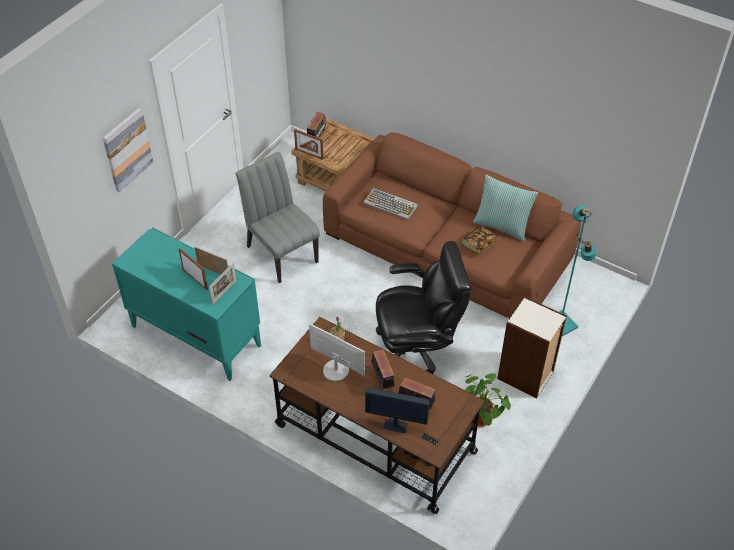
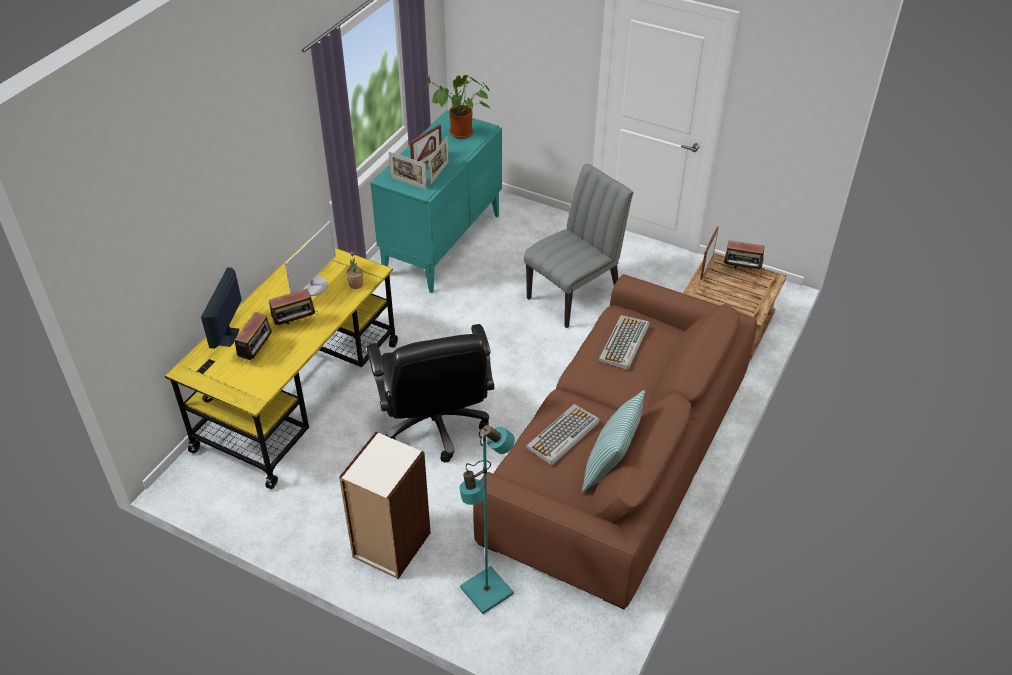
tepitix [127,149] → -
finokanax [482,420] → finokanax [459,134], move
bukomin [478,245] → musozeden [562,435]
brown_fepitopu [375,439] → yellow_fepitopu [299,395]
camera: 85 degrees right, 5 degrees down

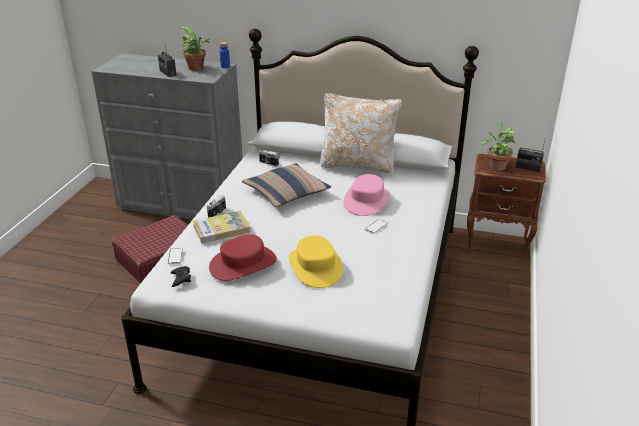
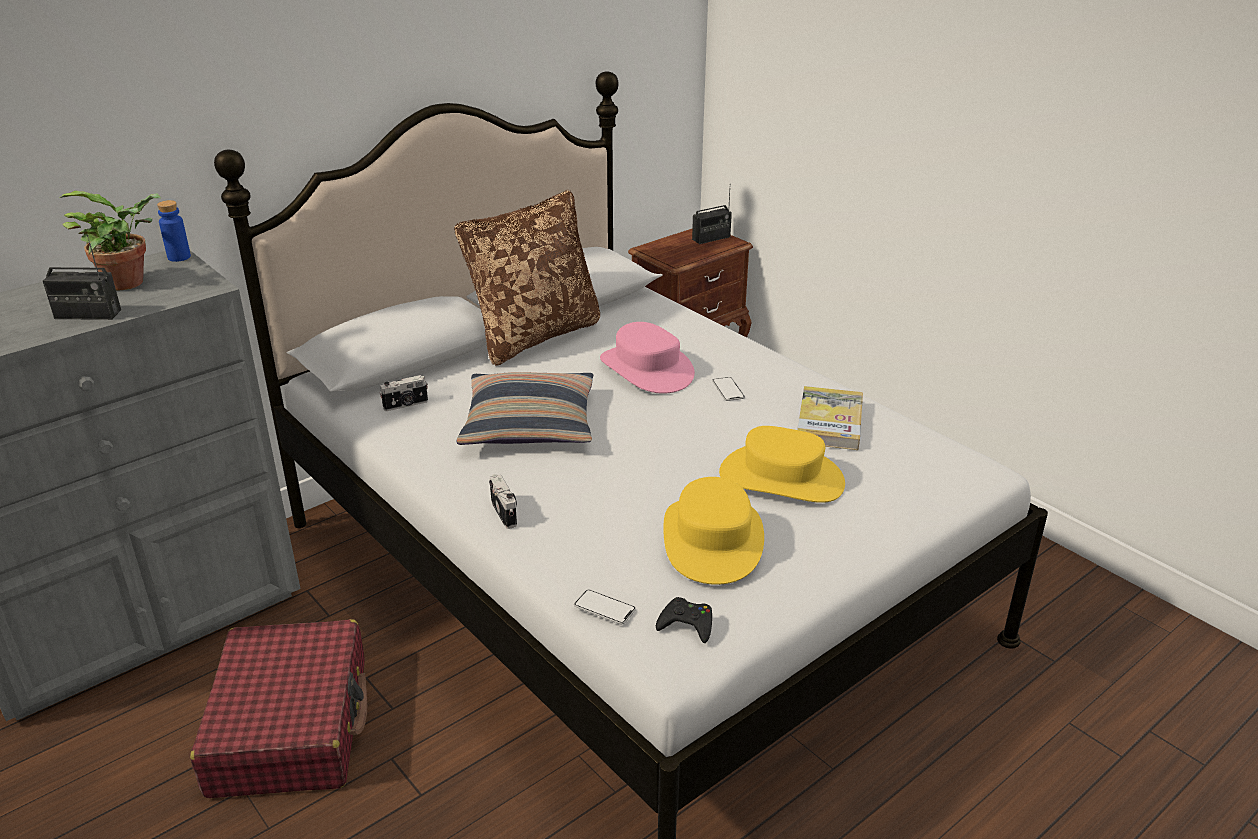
finokanax [496,166] → -
bukomin [221,229] → bukomin [829,422], move
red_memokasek [243,264] → yellow_memokasek [713,540]
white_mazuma [358,167] → brown_mazuma [537,338]
camera: 55 degrees left, 0 degrees up

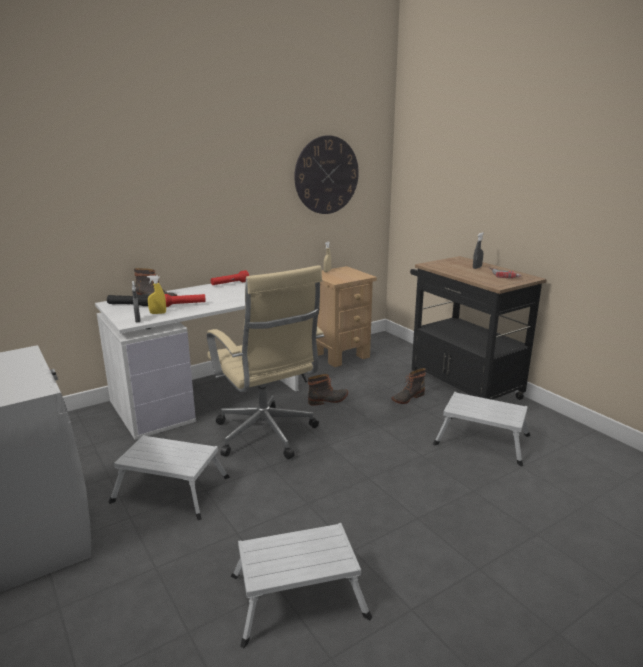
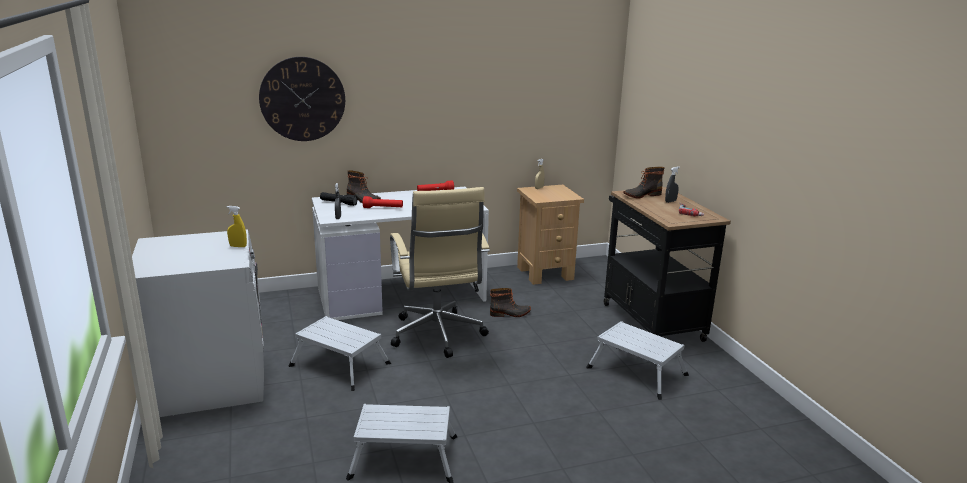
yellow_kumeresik [158,313] → yellow_kumeresik [238,246], move
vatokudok [326,175] → vatokudok [302,99], move
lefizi [407,398] → lefizi [641,195], move
camera: 15 degrees right, 0 degrees up

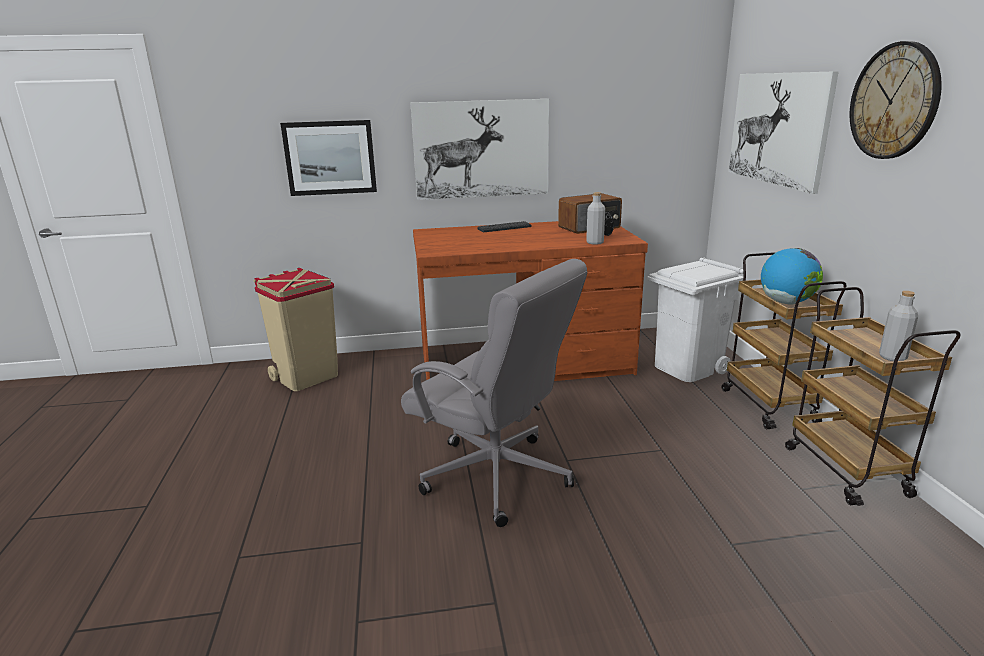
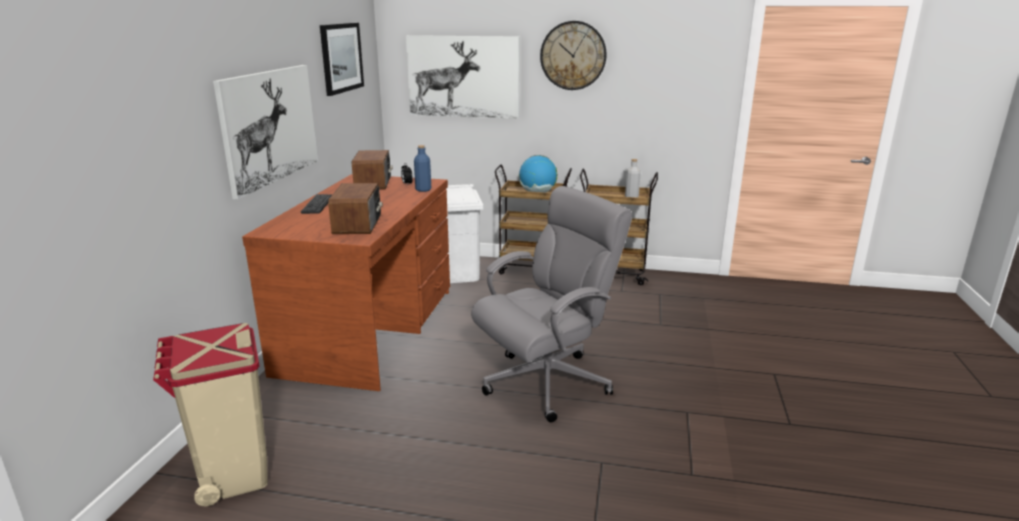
- → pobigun [358,224]
tepitix [330,158] → tepitix [341,57], move
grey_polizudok [595,242] → blue_polizudok [423,190]
camera: 70 degrees left, 0 degrees up

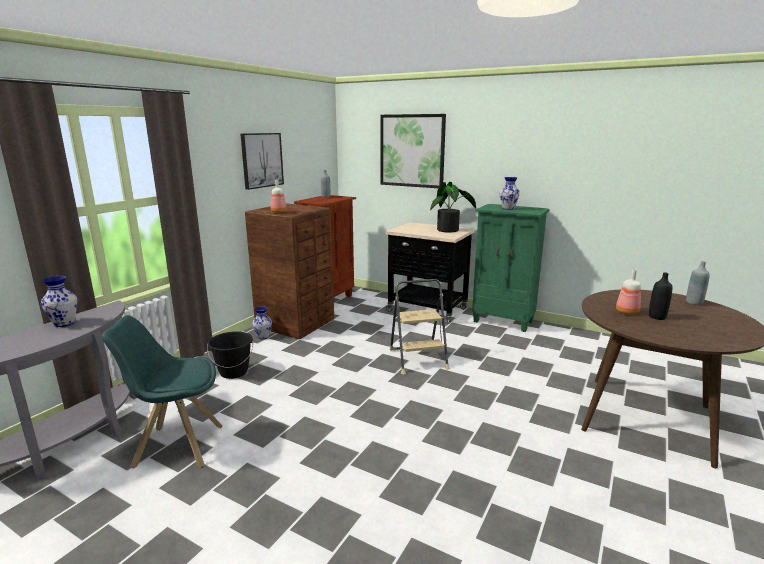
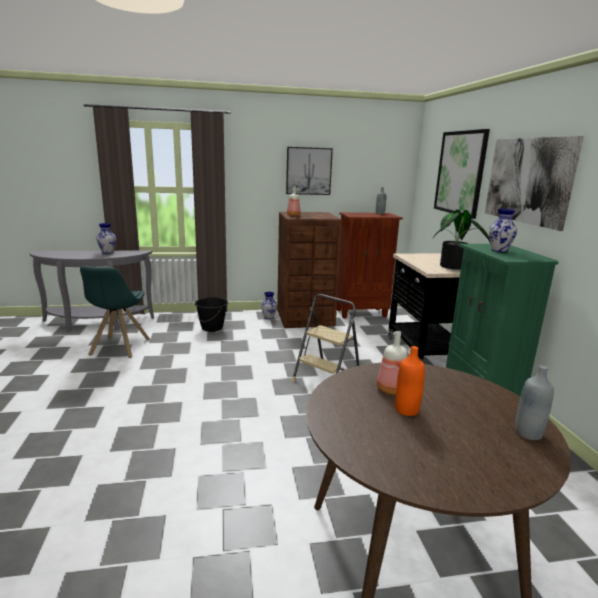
- → tepitix [527,180]
black_polizudok [657,317] → orange_polizudok [406,410]
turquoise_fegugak [178,446] → turquoise_fegugak [119,347], 135 degrees counterclockwise
camera: 50 degrees right, 0 degrees up

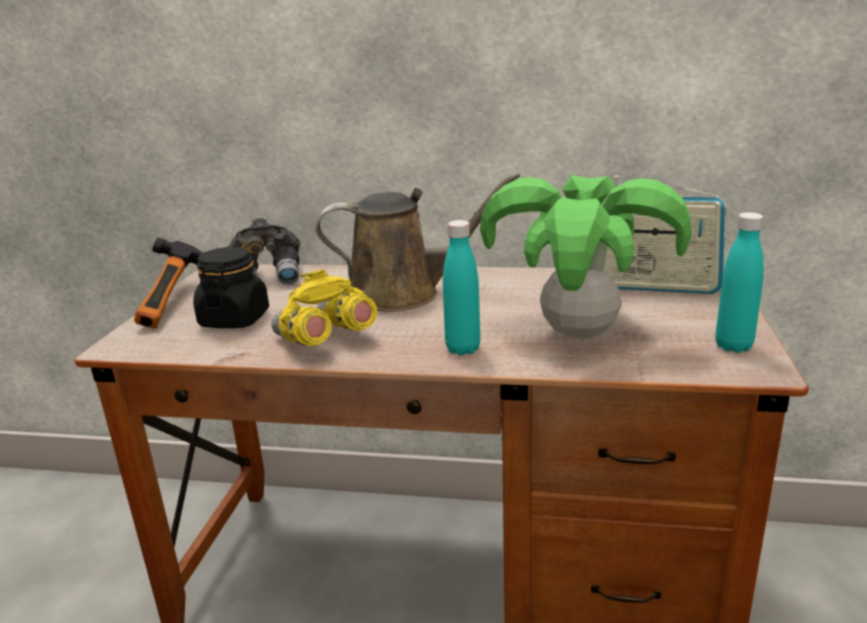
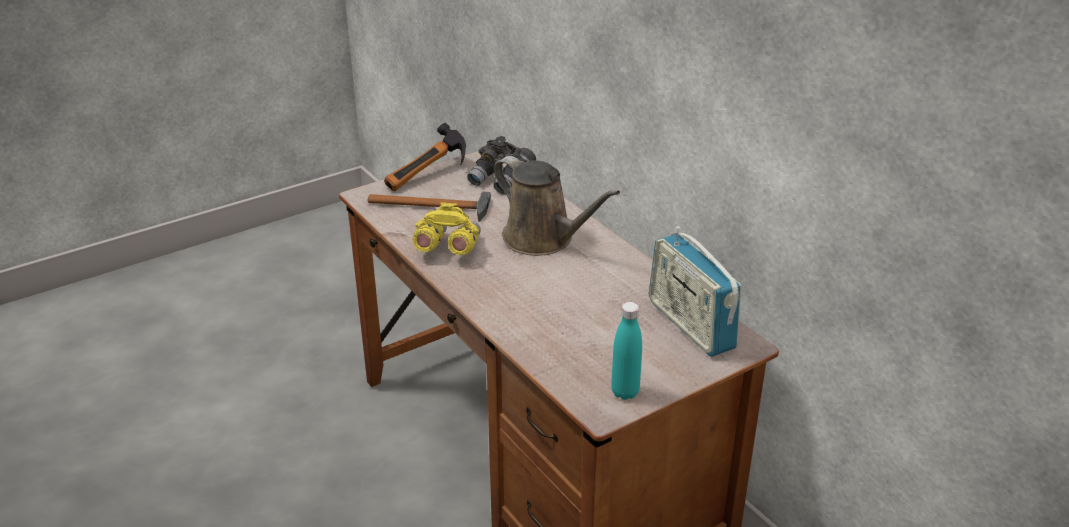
turquoise_polizudok [463,349] → -
finokanax [579,332] → -
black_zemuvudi [235,319] → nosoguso [435,207]
camera: 45 degrees right, 10 degrees up

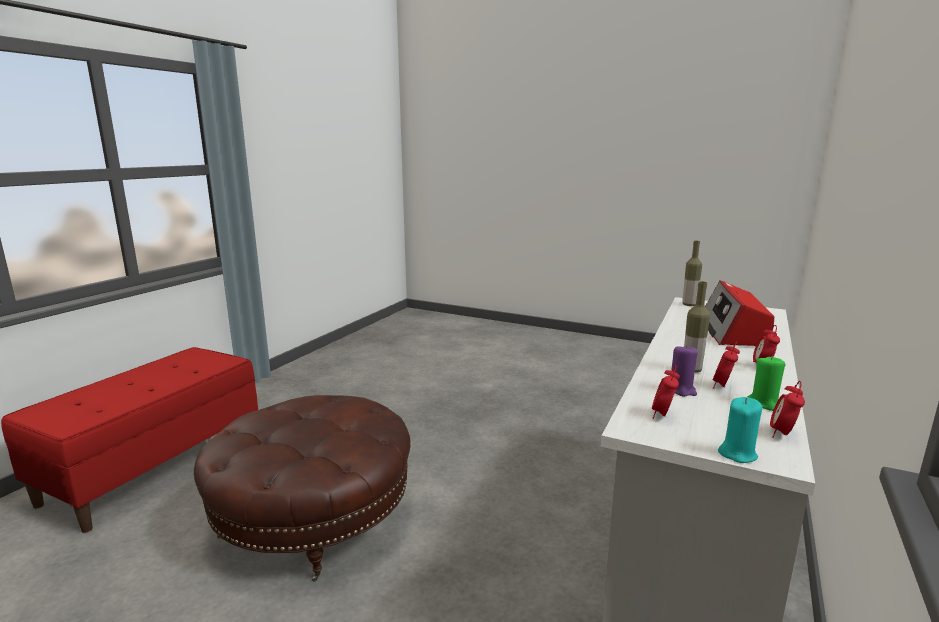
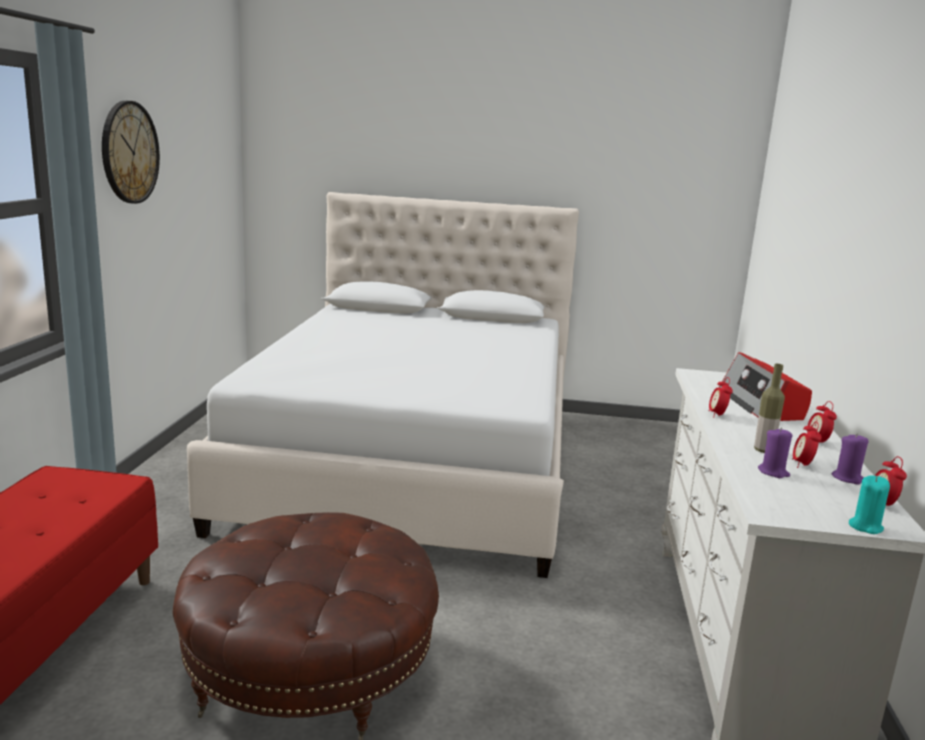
polizudok [689,305] → -
- → vatokudok [129,152]
- → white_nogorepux [413,462]
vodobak [662,415] → vodobak [717,415], move
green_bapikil [764,404] → purple_bapikil [848,478]
camera: 20 degrees left, 0 degrees up

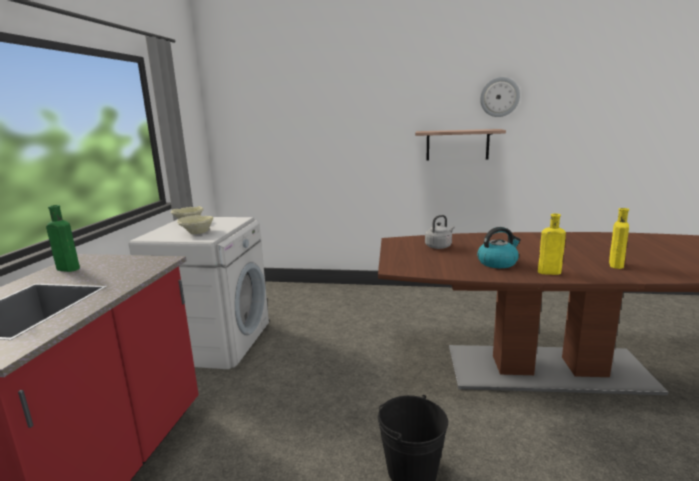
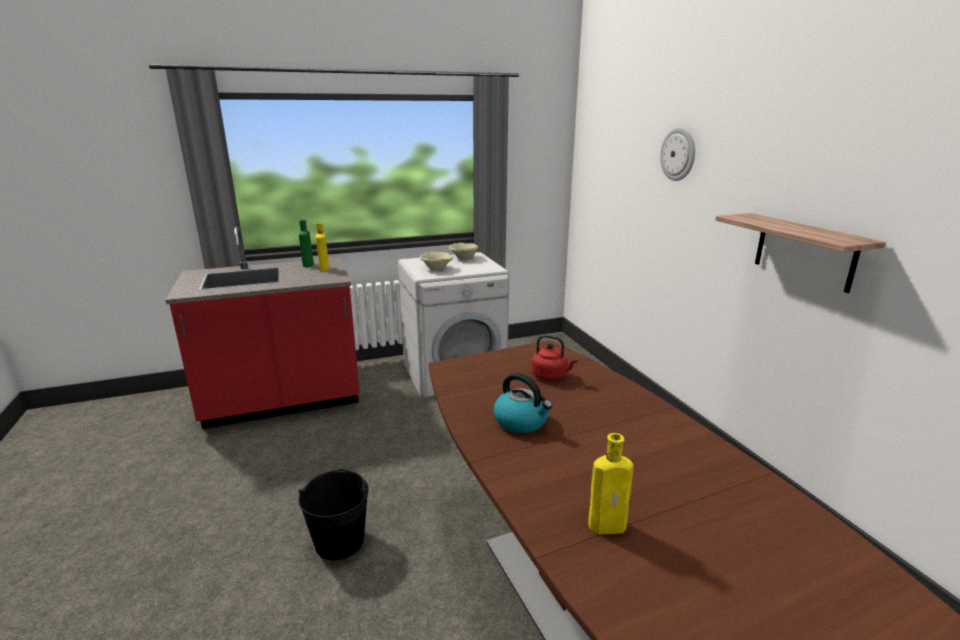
vatokudok [499,97] → vatokudok [678,154], move
yellow_polizudok [547,272] → yellow_polizudok [324,268], move
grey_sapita [439,246] → red_sapita [551,376]
camera: 60 degrees right, 5 degrees up

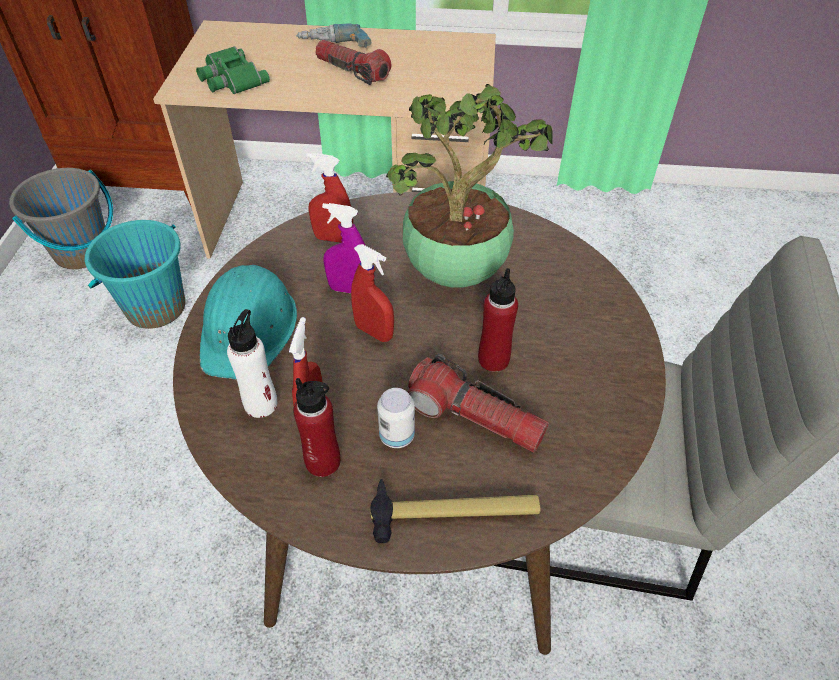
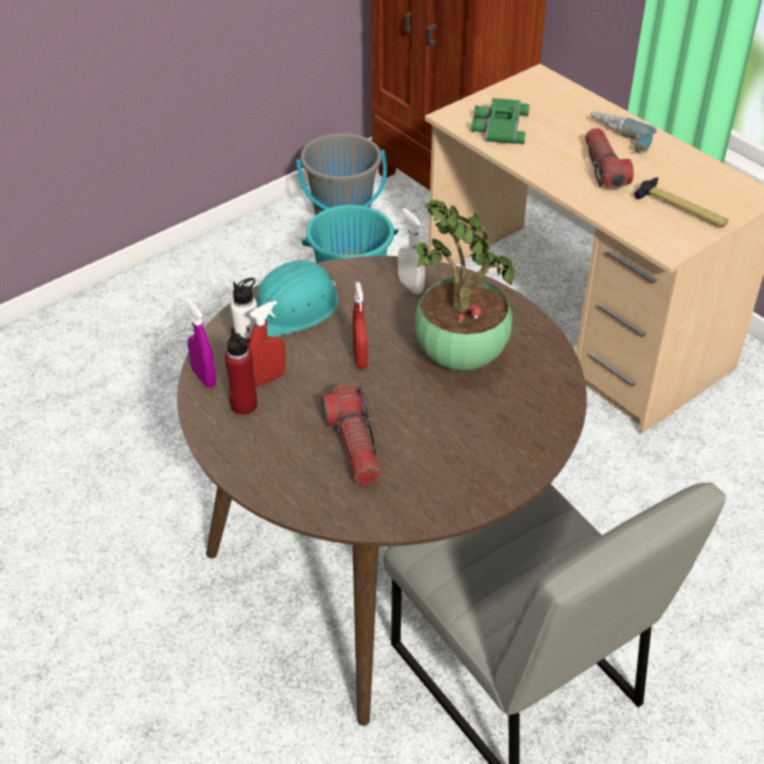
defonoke [397,436] → -
red_polizudok [493,359] → -
purple_kumeresik [349,289] → purple_kumeresik [204,377], move
nosoguso [454,512] → nosoguso [681,209], move
red_kumeresik [333,238] → white_kumeresik [410,286]
camera: 45 degrees right, 5 degrees down

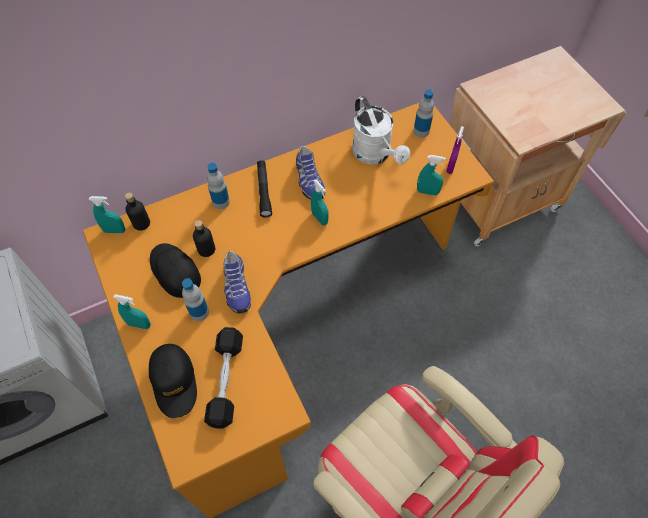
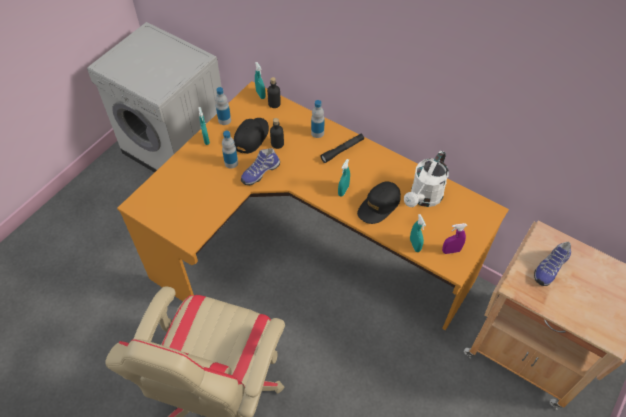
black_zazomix [226,381] → -
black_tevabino [174,382] → black_tevabino [379,206], move
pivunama [308,181] → pivunama [549,268], move
polizudok [421,131] → polizudok [224,120], move
camera: 60 degrees right, 5 degrees down

